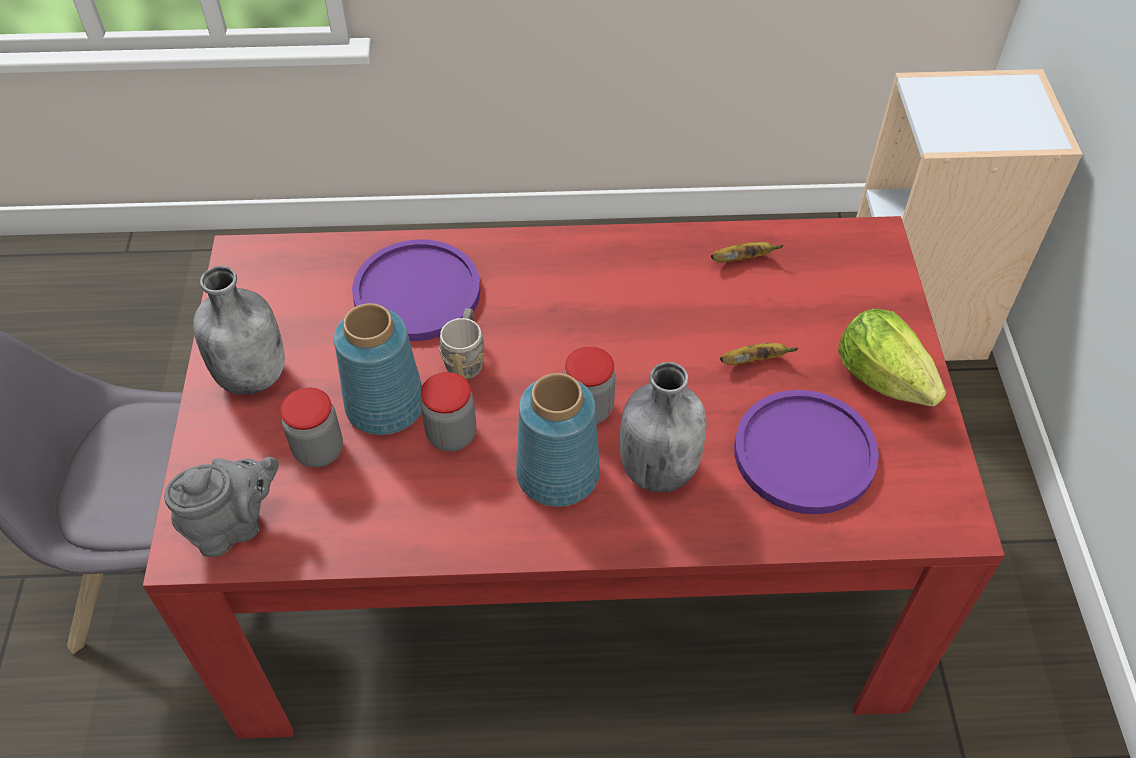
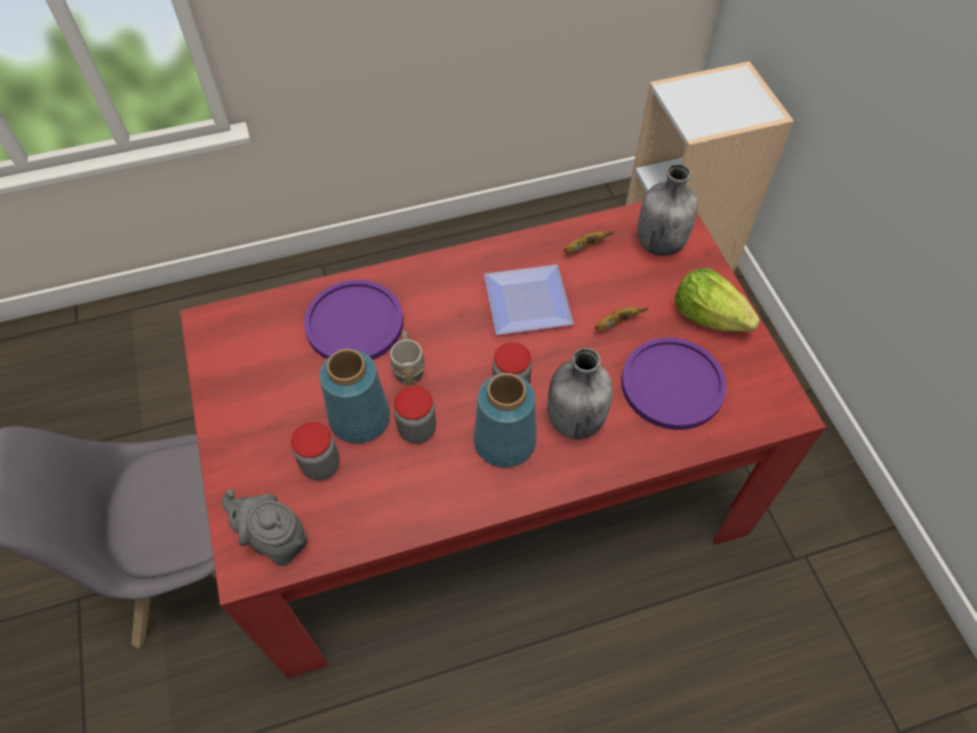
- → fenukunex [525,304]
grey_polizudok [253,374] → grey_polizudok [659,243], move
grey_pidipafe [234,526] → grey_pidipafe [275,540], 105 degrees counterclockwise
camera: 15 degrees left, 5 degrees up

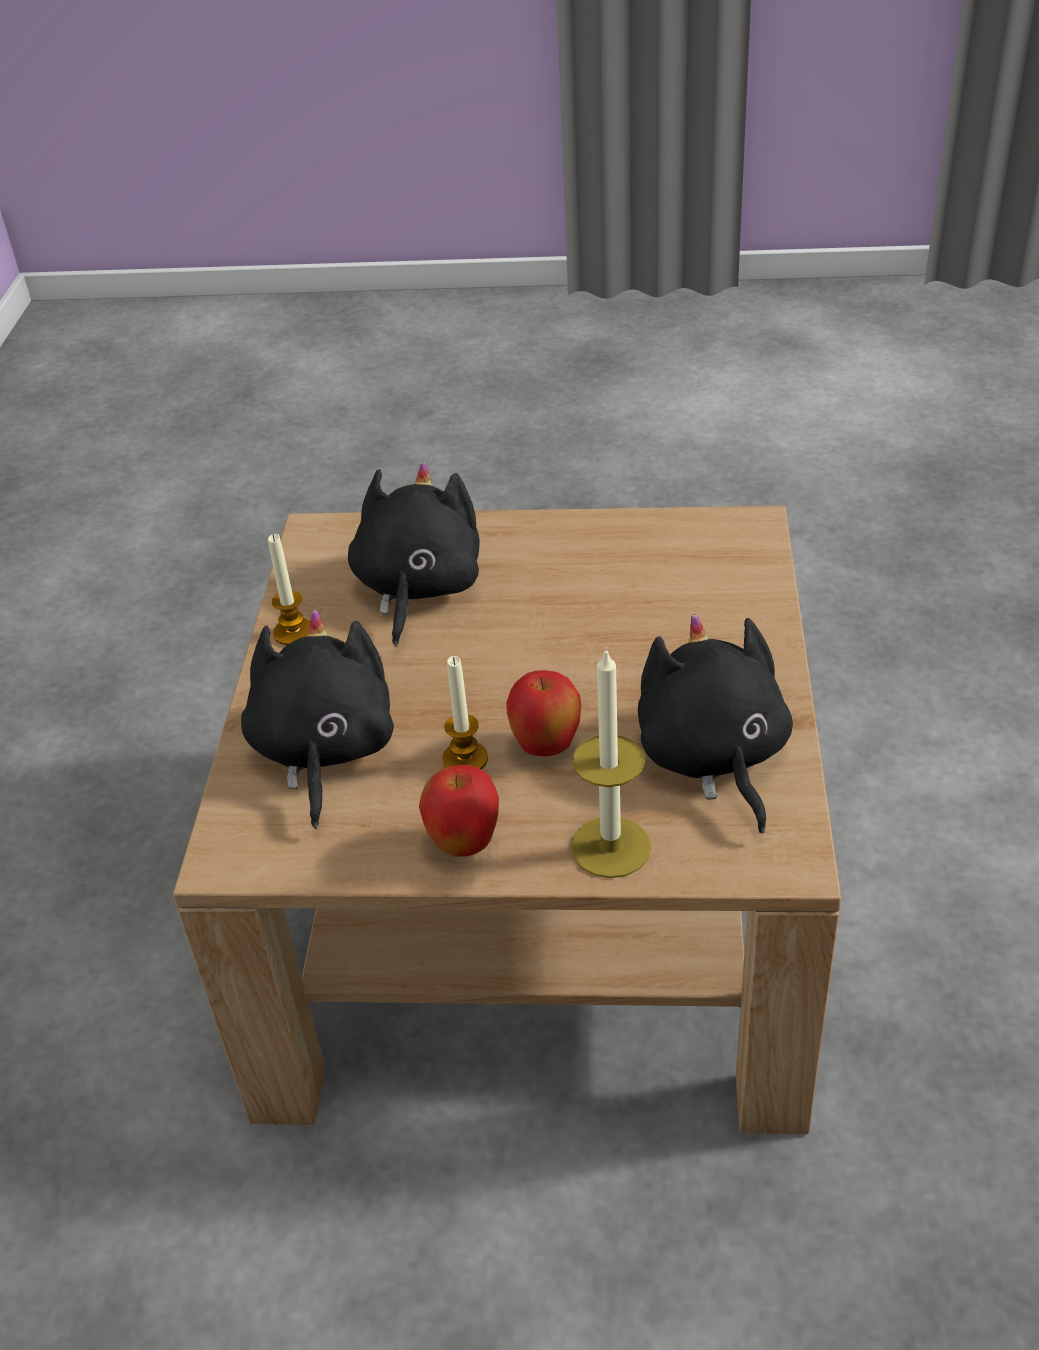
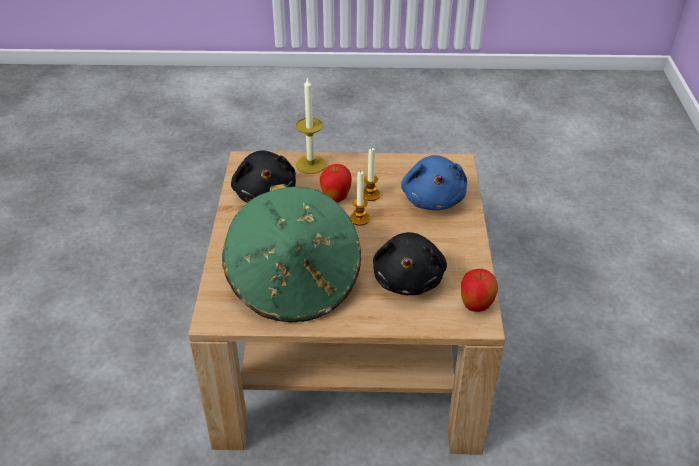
- → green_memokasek [295,284]
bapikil [293,632] → bapikil [359,219], move
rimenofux [464,845] → rimenofux [476,307], move
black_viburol [323,751] → blue_viburol [433,199]
camera: 175 degrees right, 0 degrees up

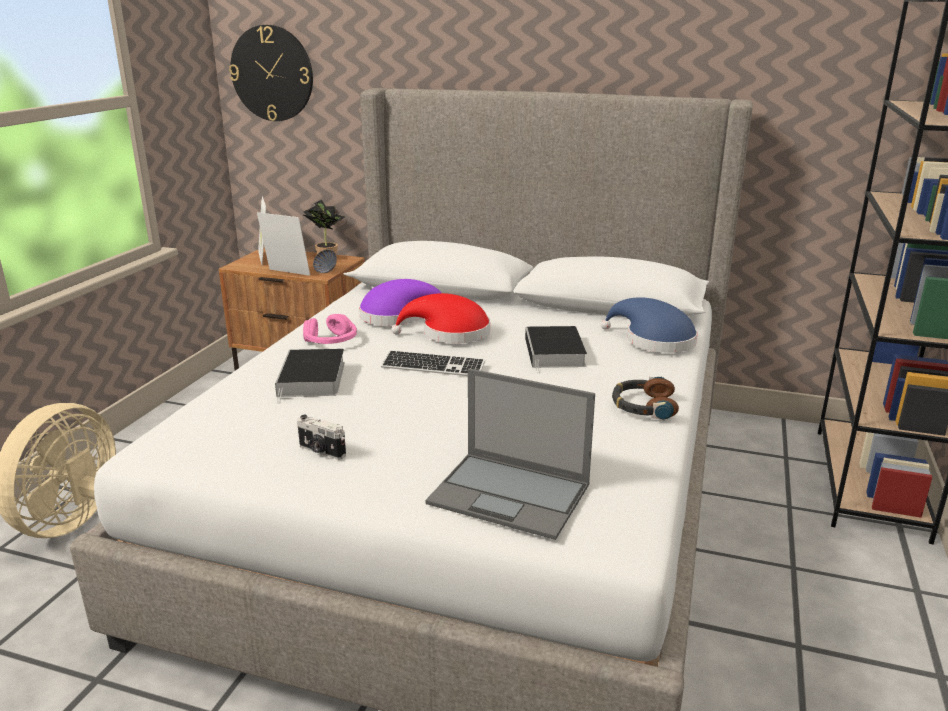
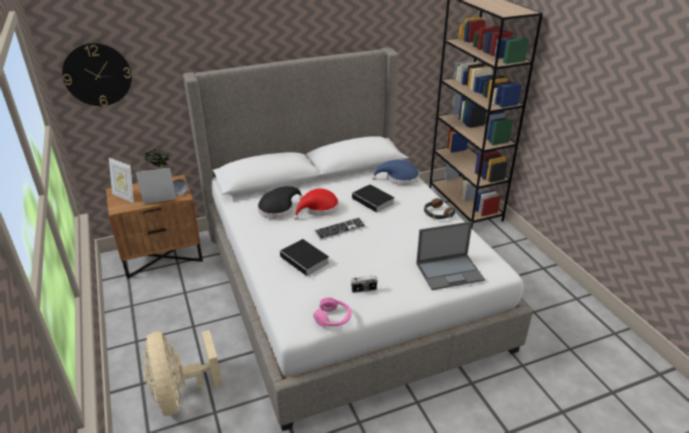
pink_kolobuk [331,342] → pink_kolobuk [333,318], move
purple_memokasek [397,316] → black_memokasek [278,208]
camera: 40 degrees left, 10 degrees up

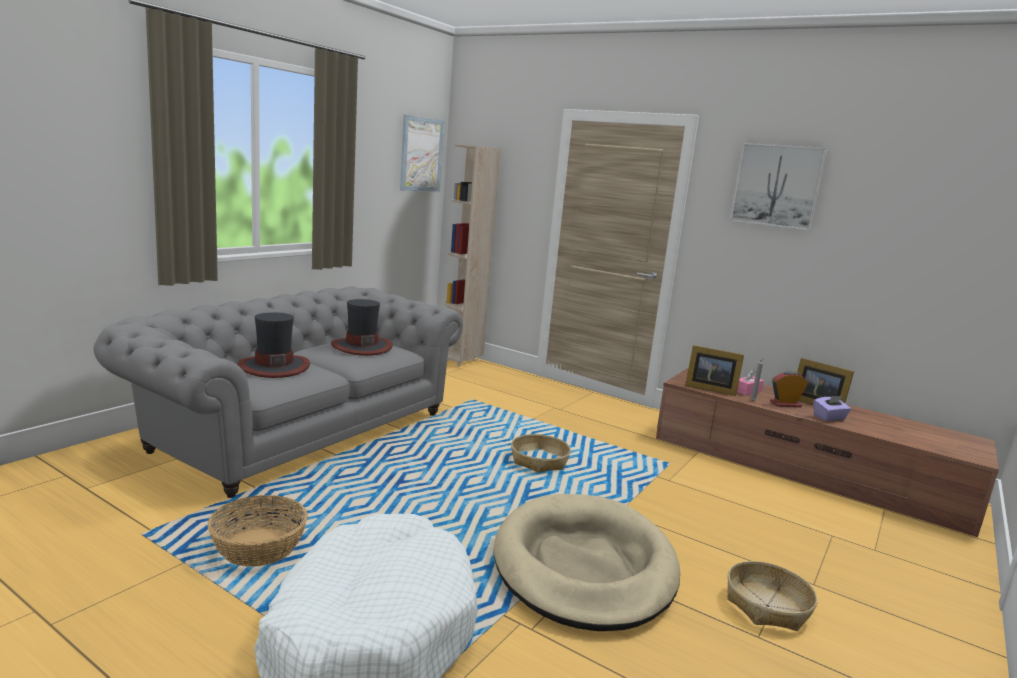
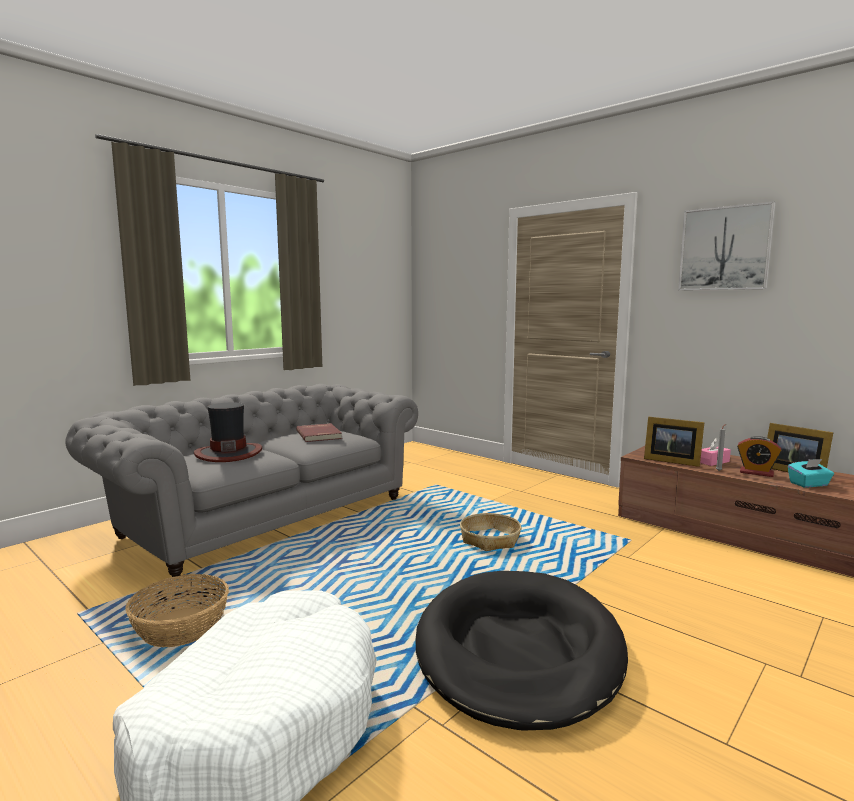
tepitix [421,154] → -
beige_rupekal [458,360] → -
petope [767,605] → -
memokasek [361,346] → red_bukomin [319,435]
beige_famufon [584,566] → black_famufon [518,651]
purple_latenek [829,418] → turquoise_latenek [809,484]
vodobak [785,404] → vodobak [756,473], 150 degrees counterclockwise
camera: 10 degrees right, 5 degrees down

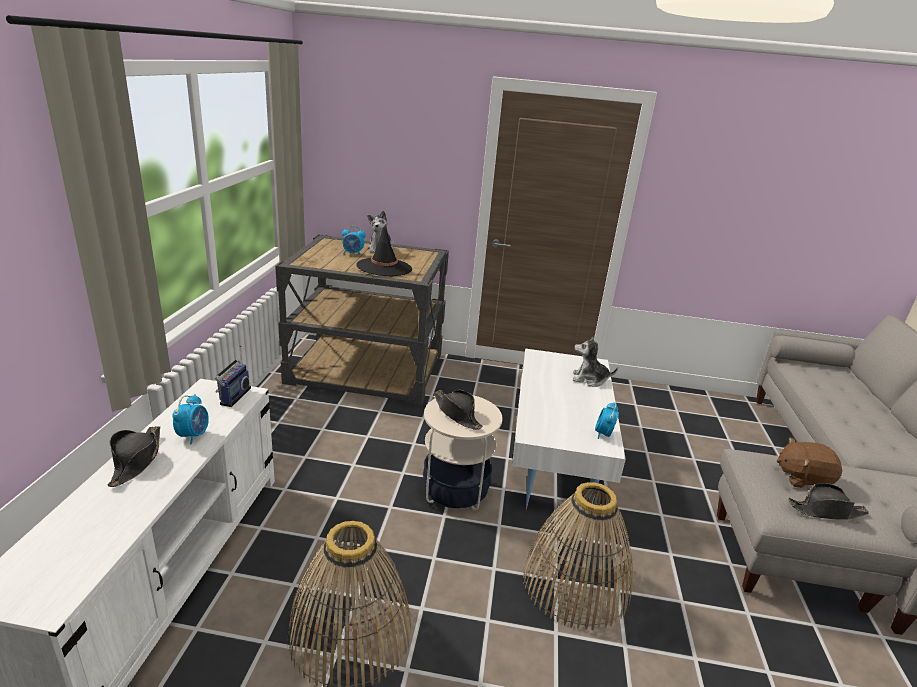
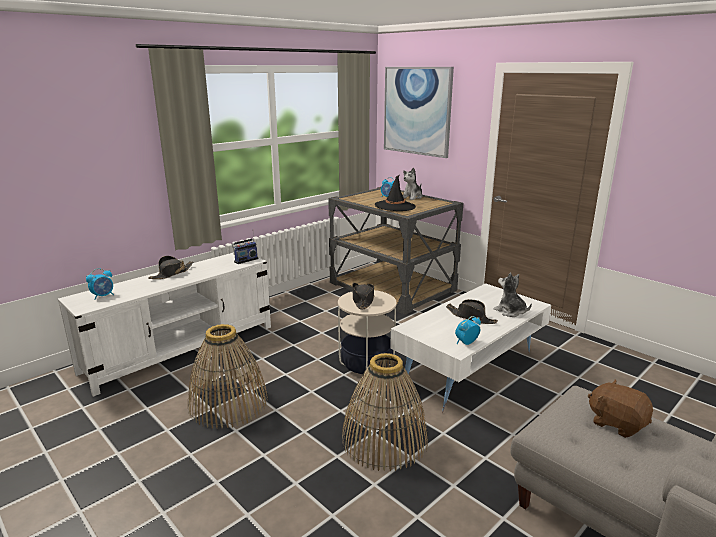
- → tepitix [417,111]
vodobak [193,435] → vodobak [103,296], move
black_memokasek [826,511] → black_memokasek [471,317], move
camera: 40 degrees right, 5 degrees down

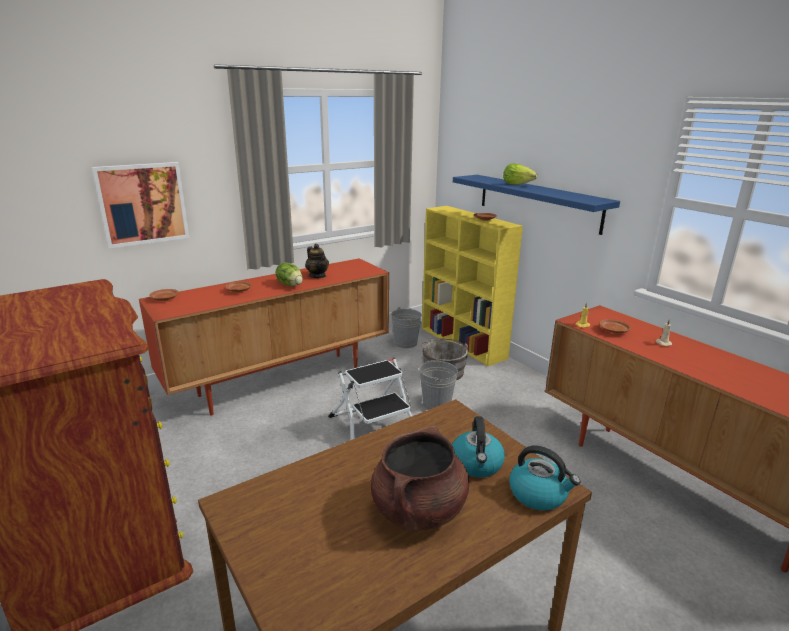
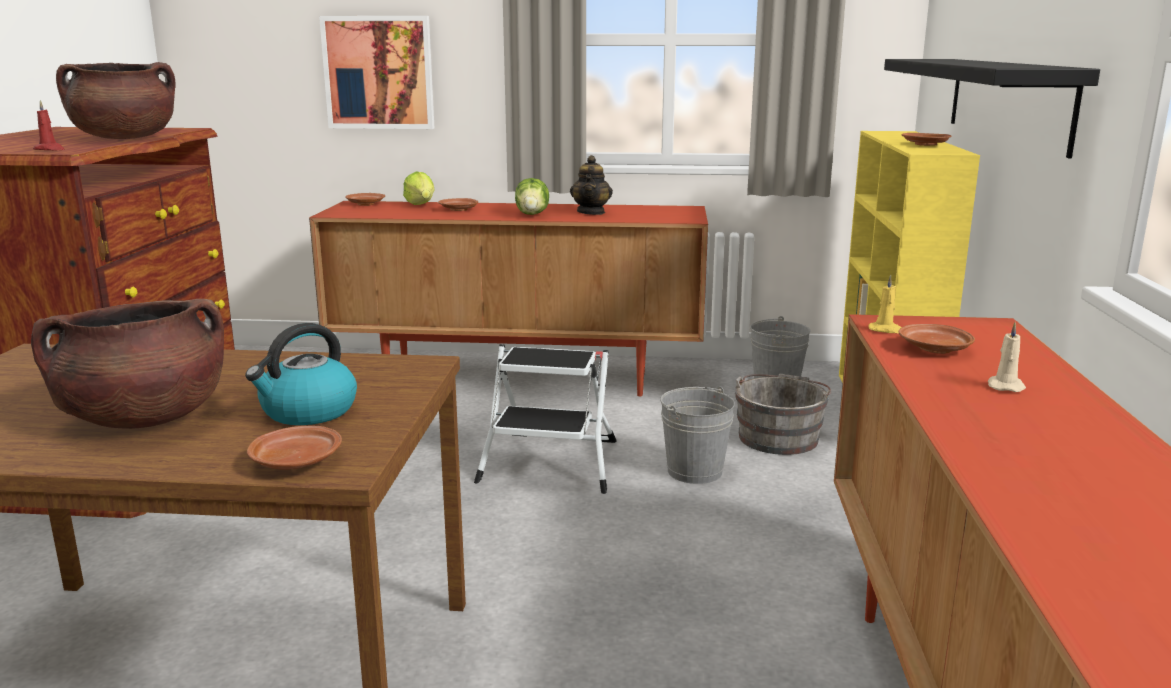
- → red_bapikil [50,149]
- → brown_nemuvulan [125,138]
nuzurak [517,184] → nuzurak [421,205], move
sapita [539,494] → brown_fenukunex [296,461]
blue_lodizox [537,202] → black_lodizox [1007,100]
camera: 40 degrees right, 5 degrees down

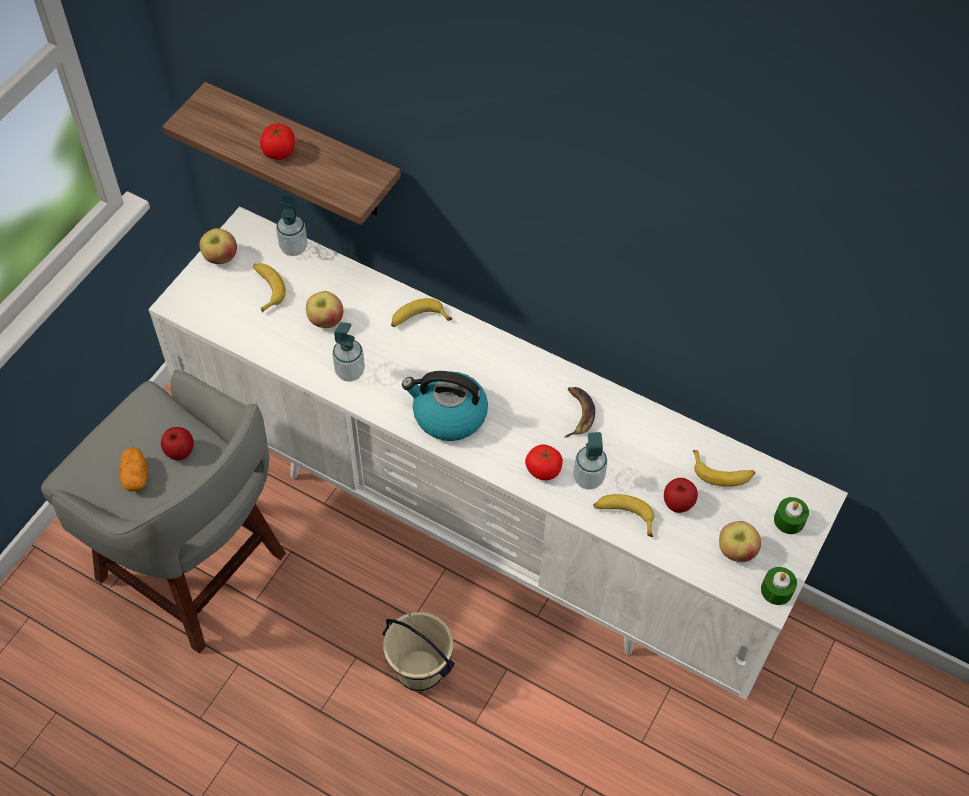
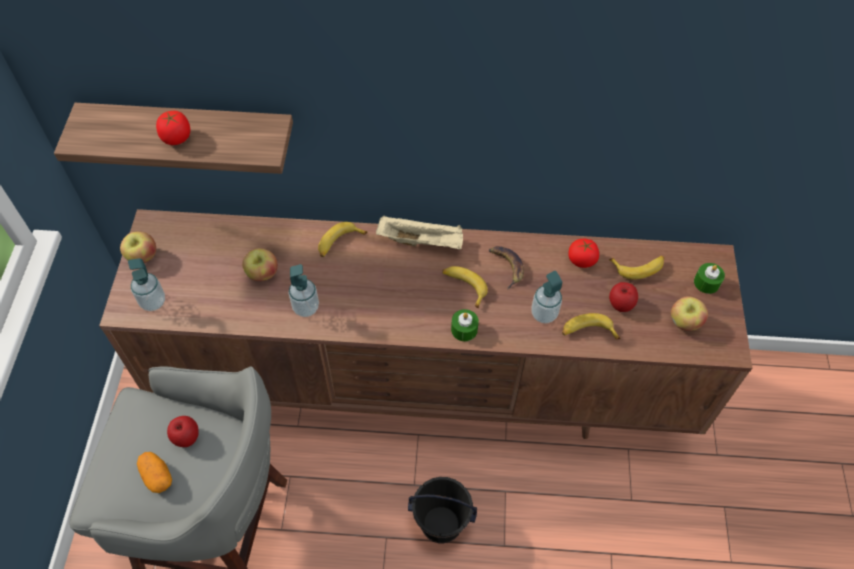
sapita [448,415] → -
- → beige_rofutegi [421,241]
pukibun [266,288] → pukibun [464,286], move
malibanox [293,247] → malibanox [153,302], move
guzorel [543,470] → guzorel [581,260], move
green_bapikil [776,590] → green_bapikil [464,329], move
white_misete [484,520] → brown_misete [428,385]
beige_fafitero [420,670] → black_fafitero [441,523]
camera: 25 degrees left, 0 degrees up

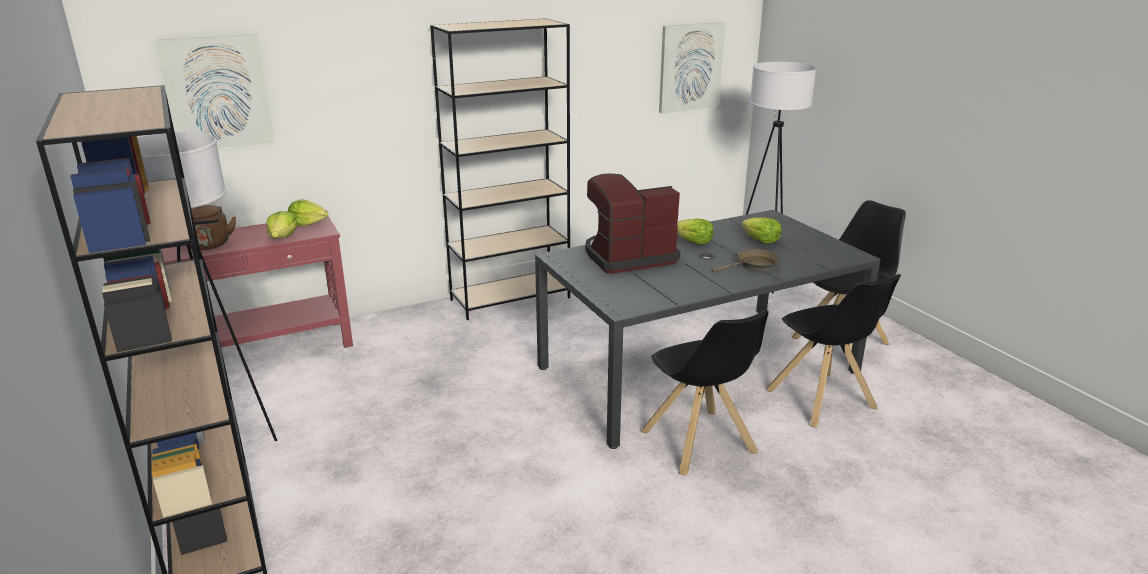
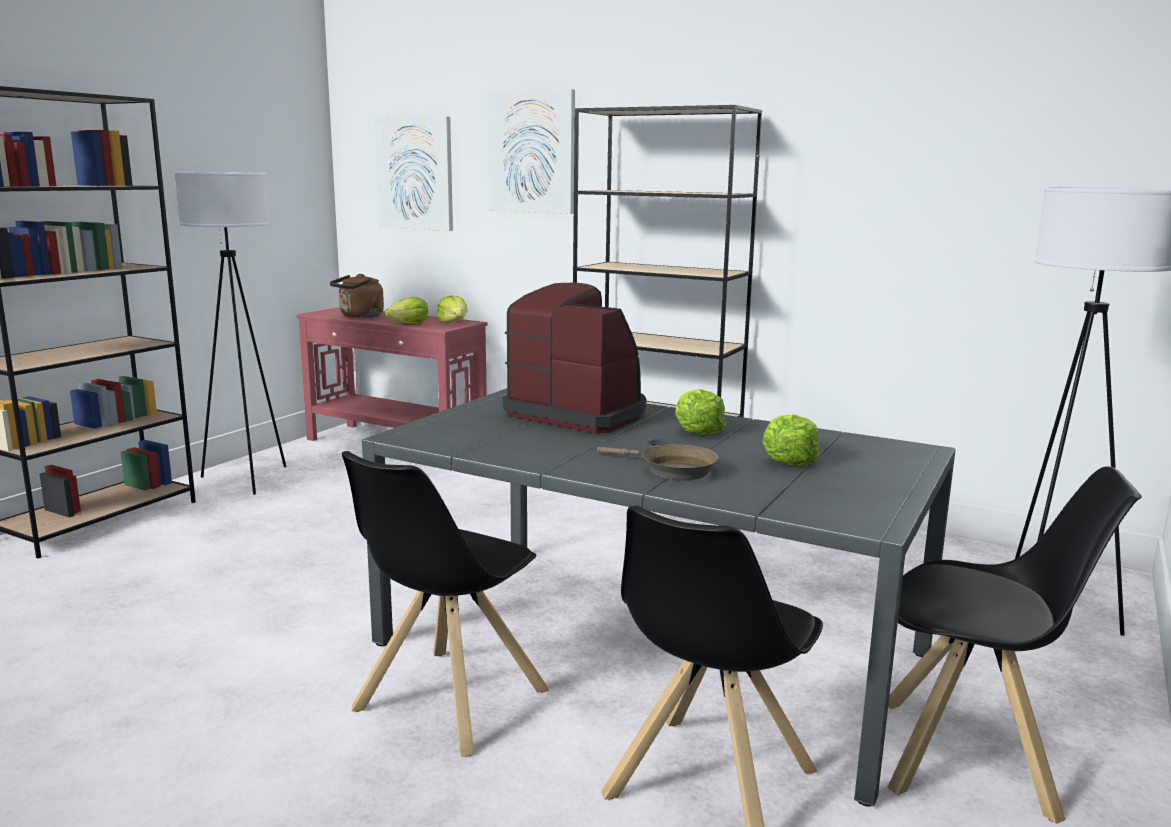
tepitix [690,67] → tepitix [532,152], move
camera: 55 degrees right, 10 degrees down

